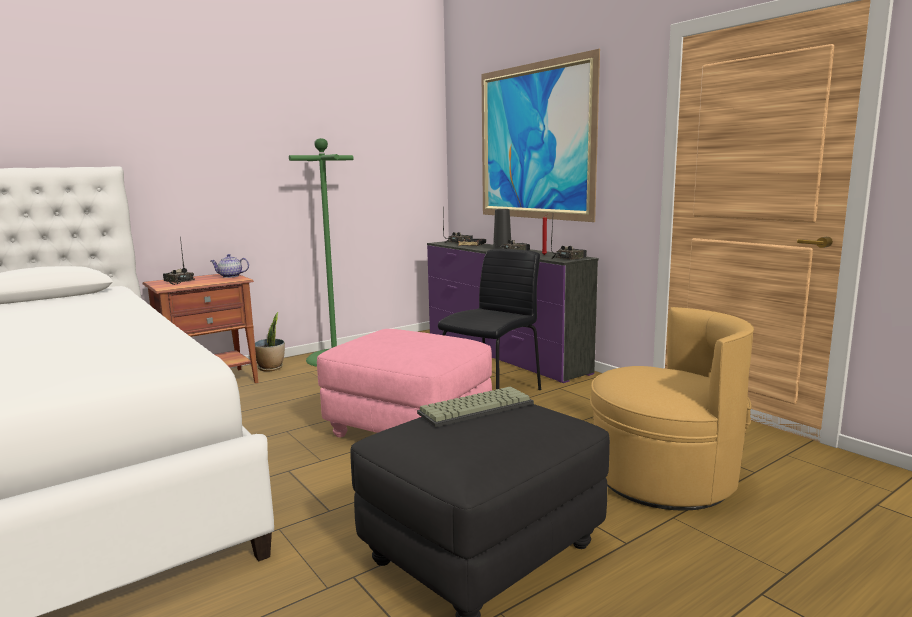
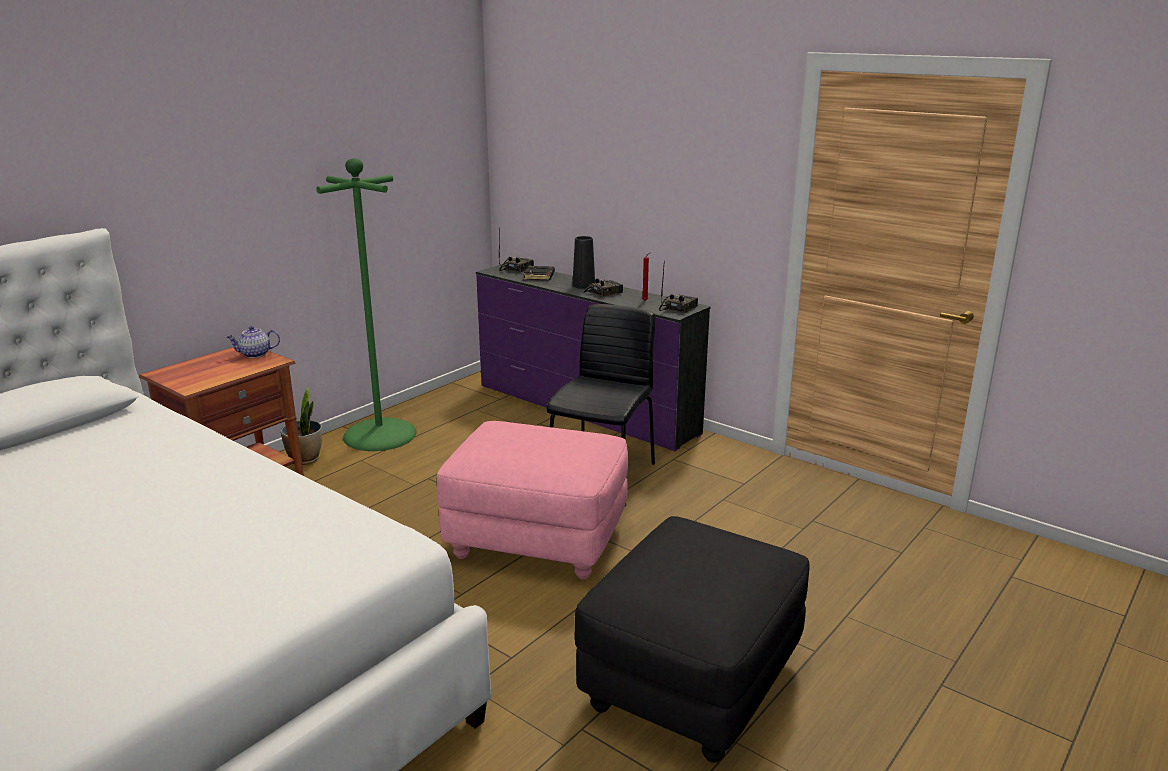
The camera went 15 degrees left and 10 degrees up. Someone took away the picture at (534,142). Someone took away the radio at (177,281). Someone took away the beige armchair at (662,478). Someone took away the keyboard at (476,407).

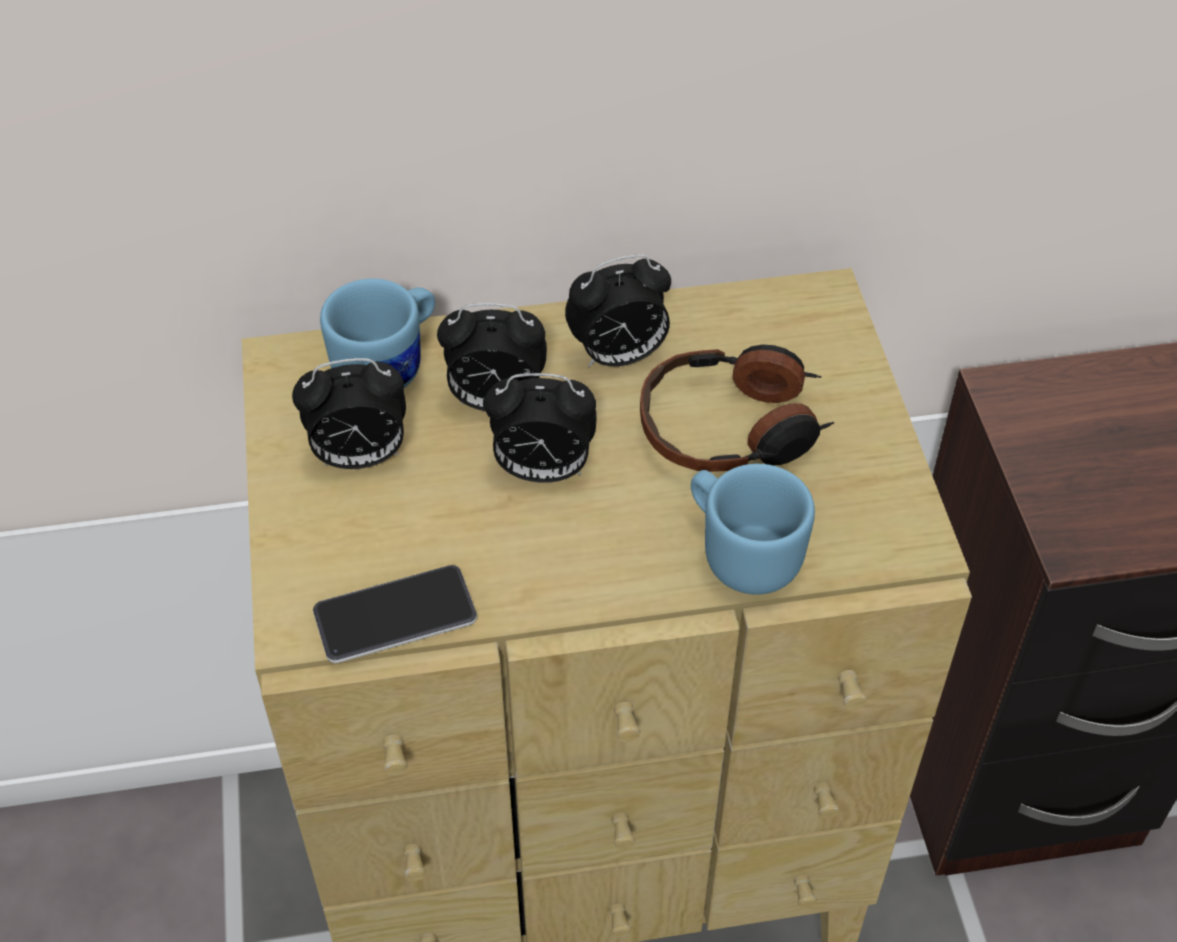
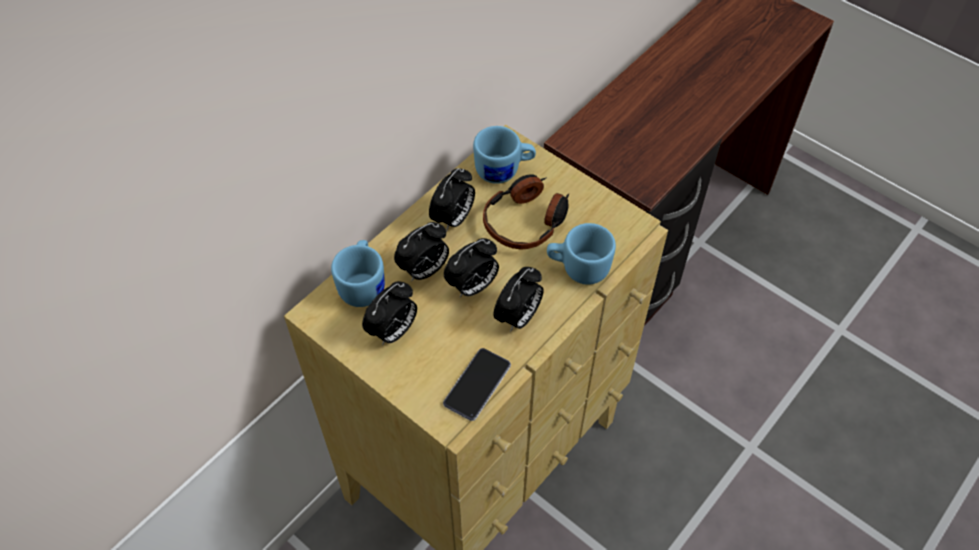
The camera went 40 degrees left and 5 degrees up. Someone put down the blue mug at (504,171). Someone put down the alarm clock at (518,317).

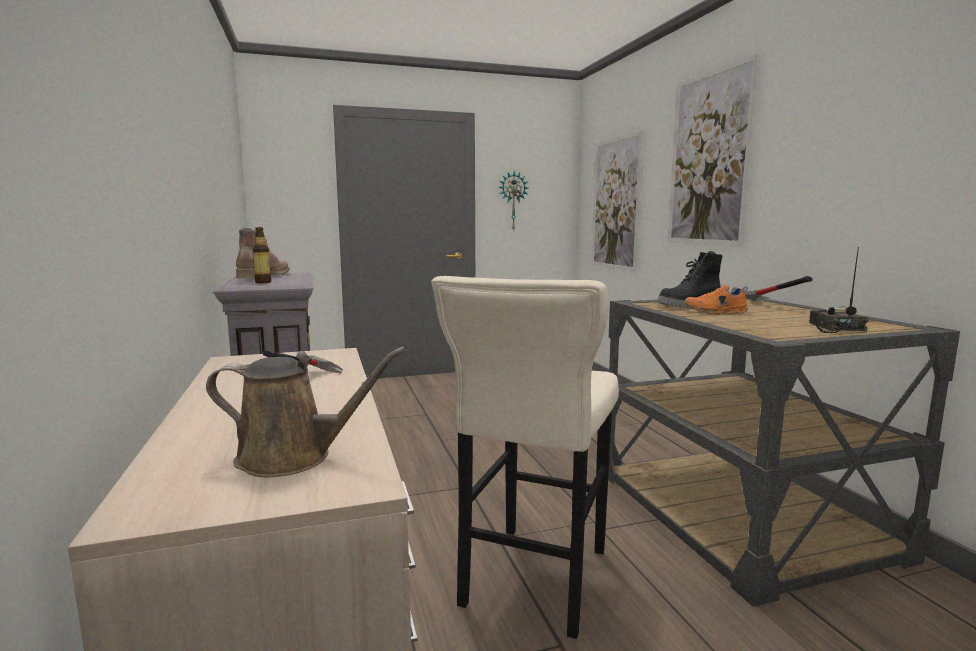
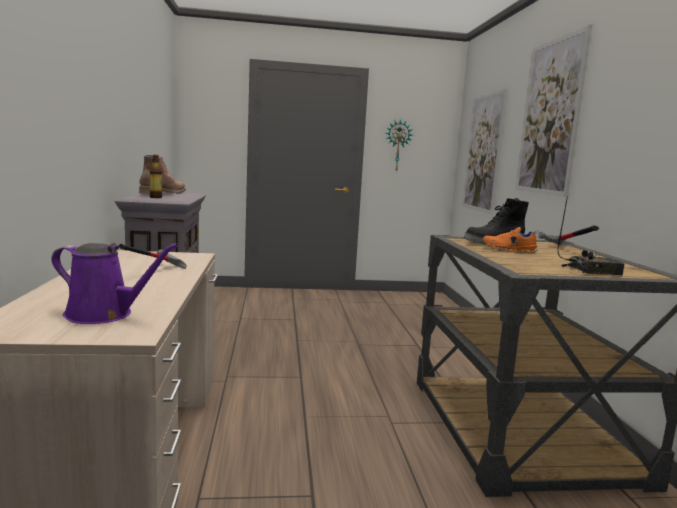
The camera went 10 degrees right and 0 degrees up. Someone rotated the radio at (833,328) by 75 degrees clockwise. Someone took away the beige stool at (533,582). Someone repainted the brown watering can at (293,457), which became the purple watering can at (104,315).

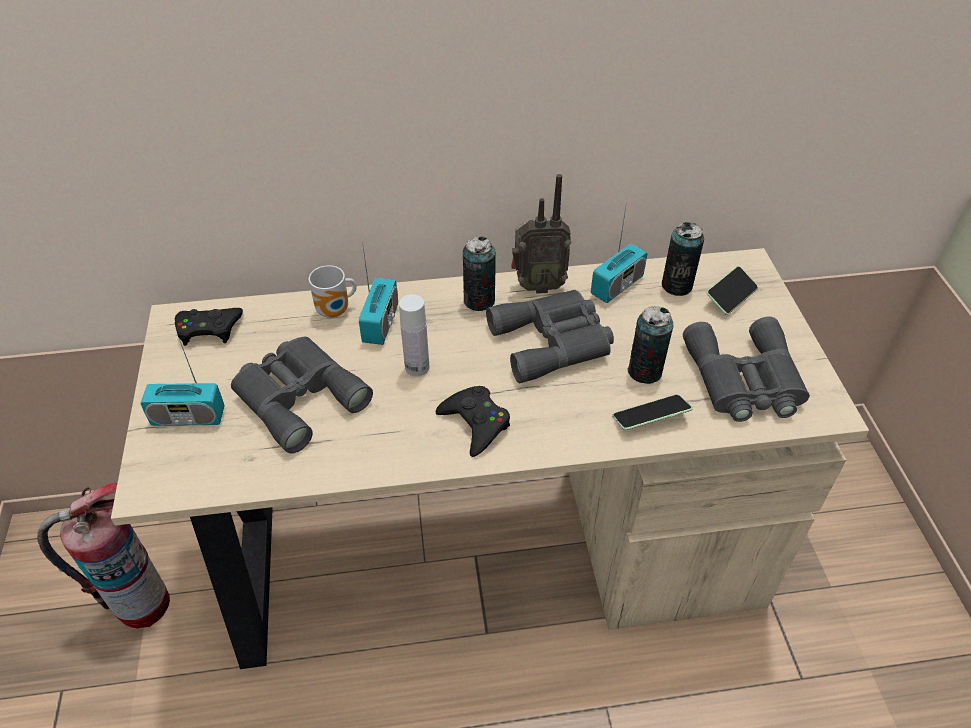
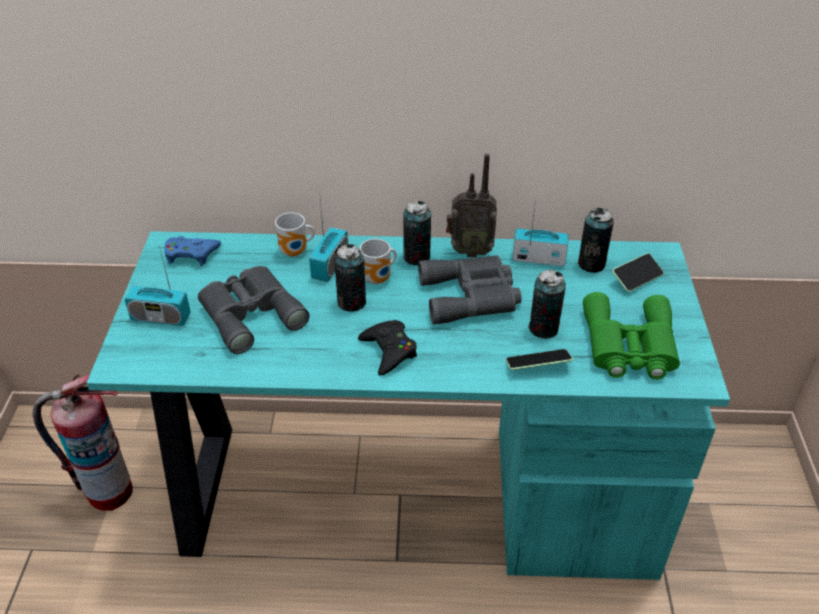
The camera went 10 degrees right and 5 degrees down. Someone rotated the radio at (617,286) by 135 degrees counterclockwise. Someone repainted the beige desk at (485,552), which became the turquoise desk at (409,493). Someone swapped the white bottle at (417,367) for the can at (351,302). Someone repainted the black game controller at (208,329), which became the blue game controller at (191,254). Someone repainted the grey binoculars at (744,380), which became the green binoculars at (629,346). Someone put down the mug at (379,279).

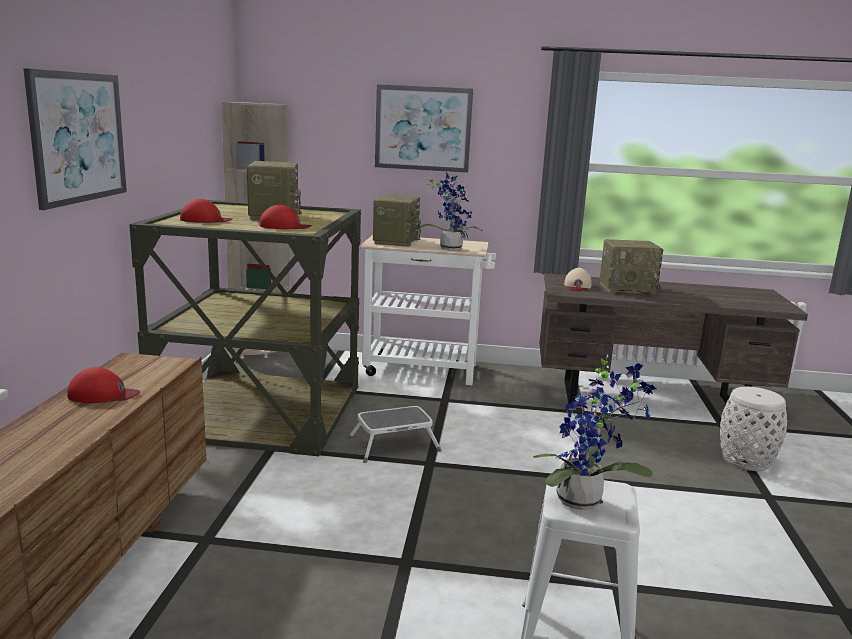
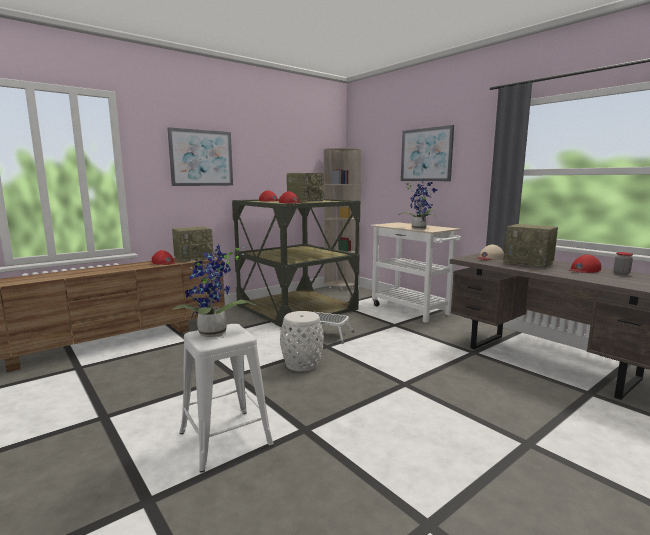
The camera went 45 degrees right and 5 degrees down. Someone carried the radio from (395,241) to (194,258). Someone carried the white stool from (745,460) to (302,364). Someone put down the jar at (621,273). Someone put down the red cap at (583,270).

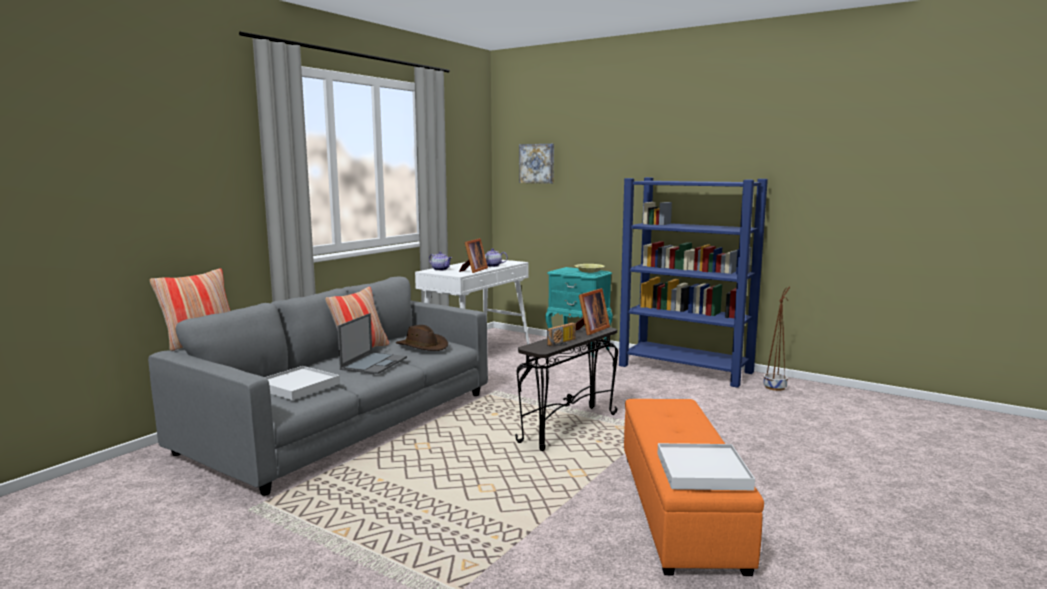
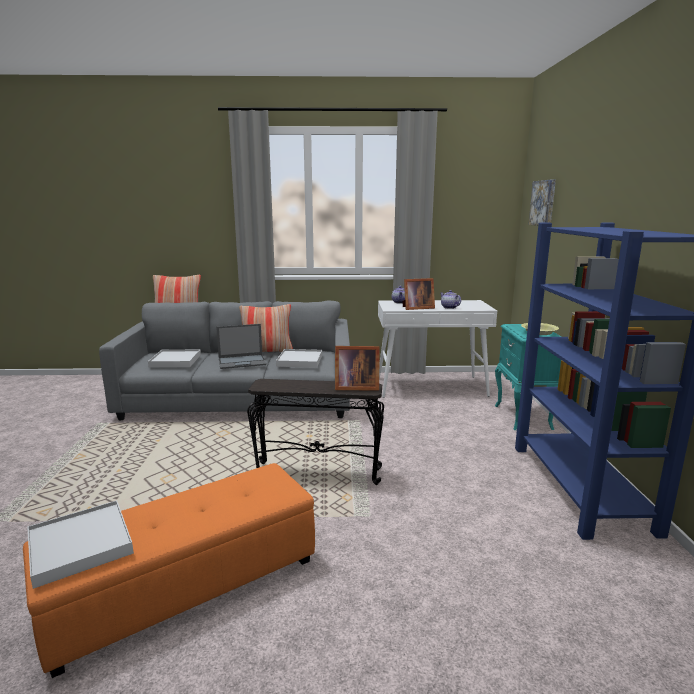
The camera went 55 degrees right and 5 degrees up. Someone took away the brown planter at (775,387). Someone took away the radio at (563,343). Someone swapped the brown hat at (422,346) for the white tray at (300,360).

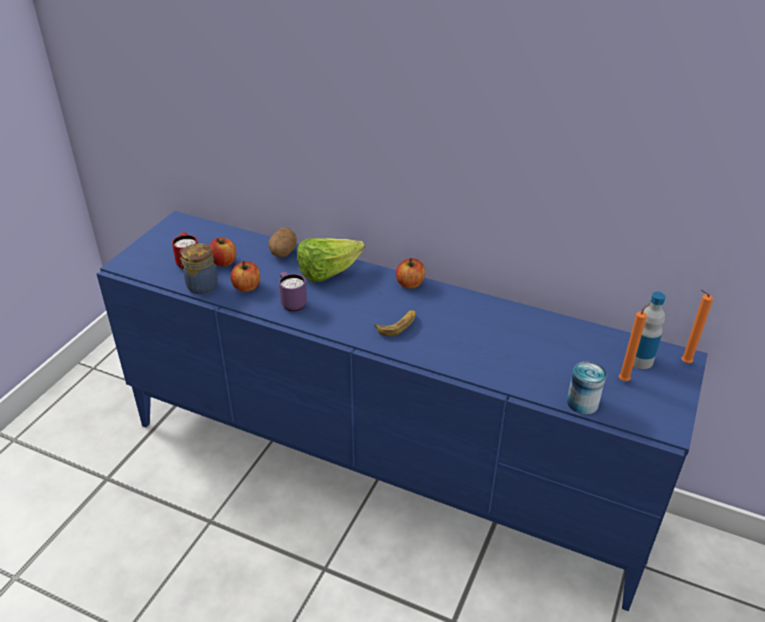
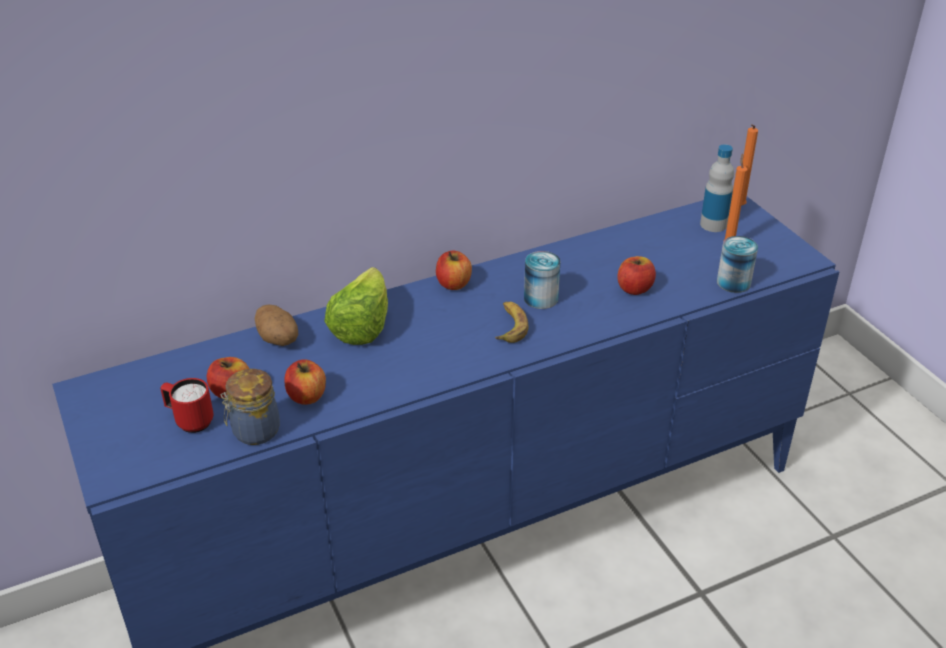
The camera went 50 degrees left and 0 degrees up. Someone took away the purple mug at (292,303). Someone put down the can at (541,298). Someone put down the apple at (634,289).

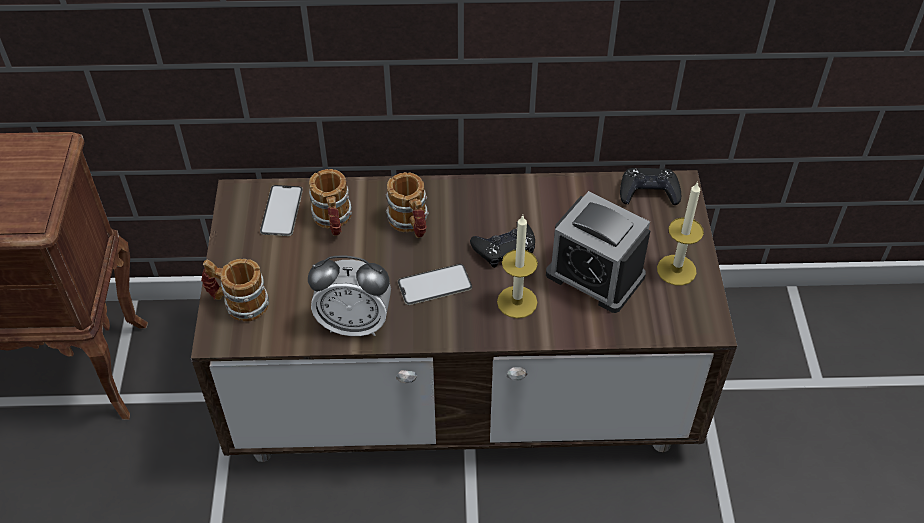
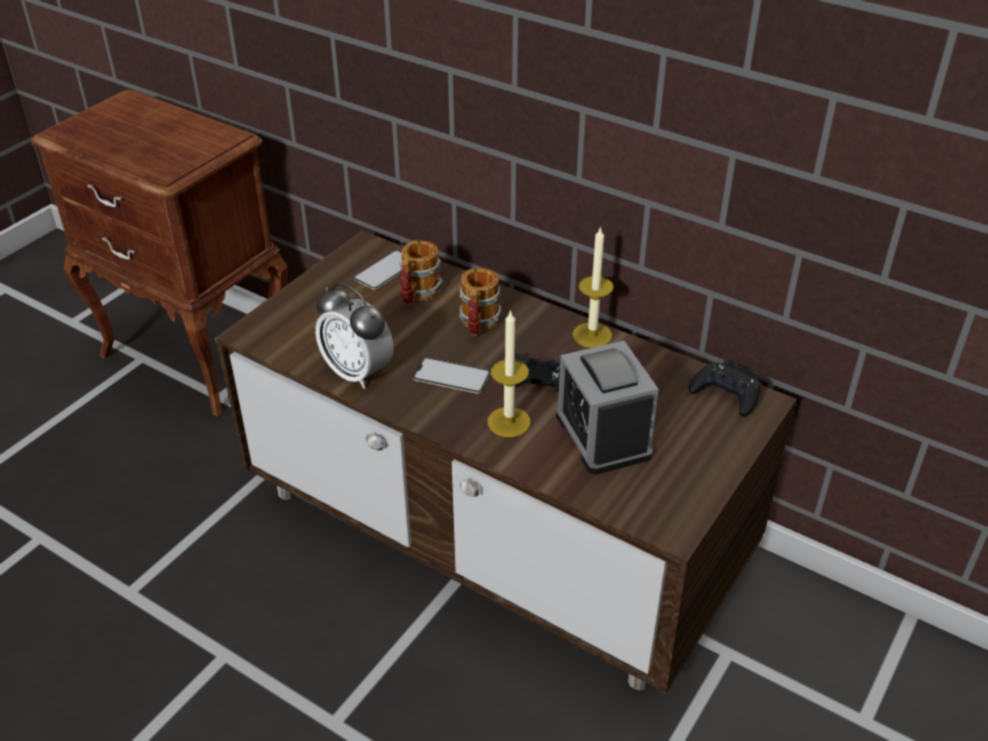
The camera went 35 degrees right and 10 degrees down. Someone carried the candle from (676,270) to (592,335). Someone took away the mug at (238,303).

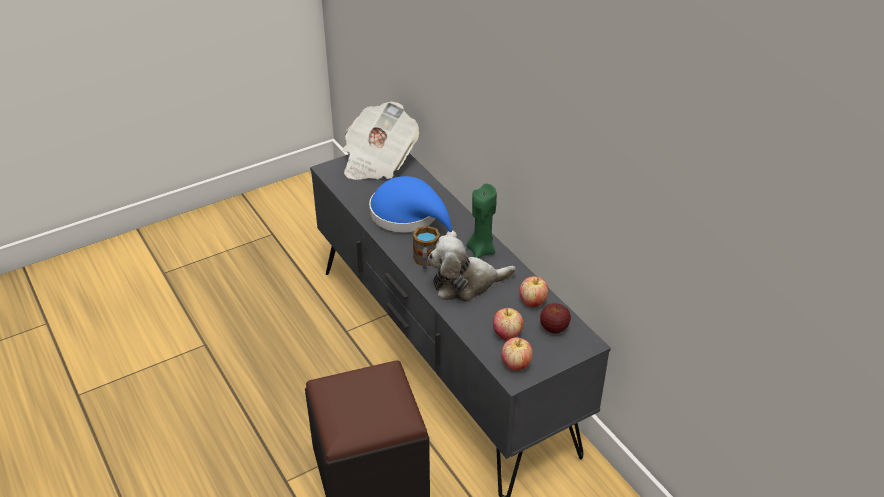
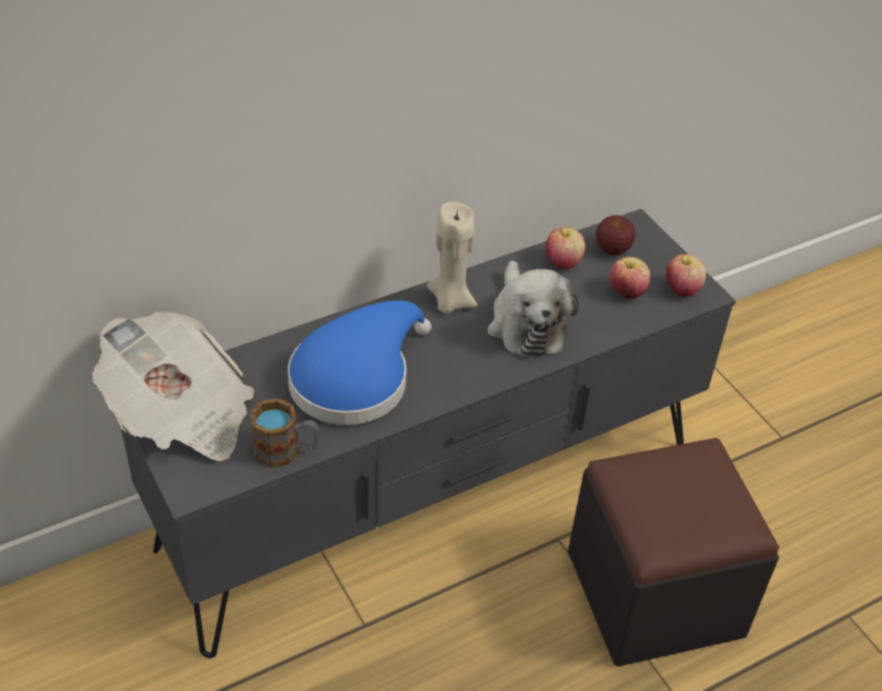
The camera went 90 degrees left and 5 degrees up. Someone repainted the green candle at (481,250), which became the beige candle at (450,302). Someone carried the mug from (426,261) to (286,450).

